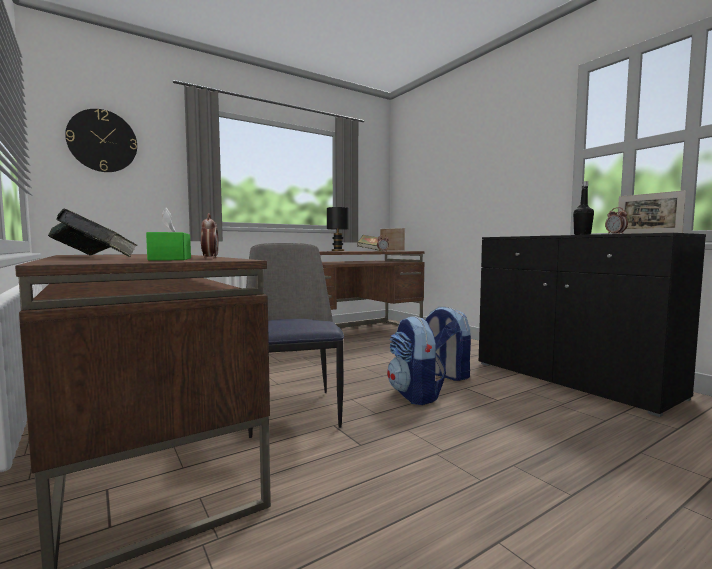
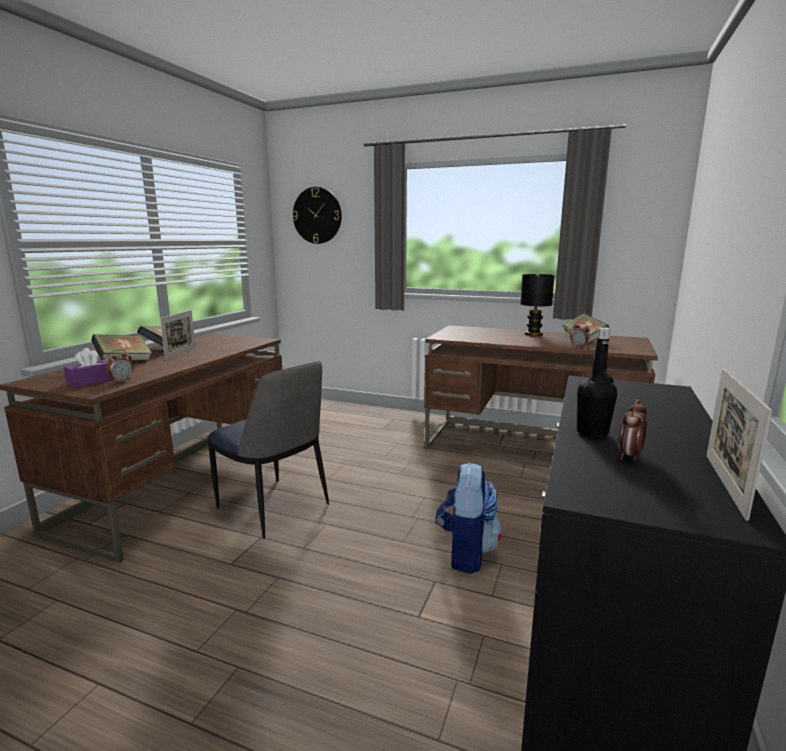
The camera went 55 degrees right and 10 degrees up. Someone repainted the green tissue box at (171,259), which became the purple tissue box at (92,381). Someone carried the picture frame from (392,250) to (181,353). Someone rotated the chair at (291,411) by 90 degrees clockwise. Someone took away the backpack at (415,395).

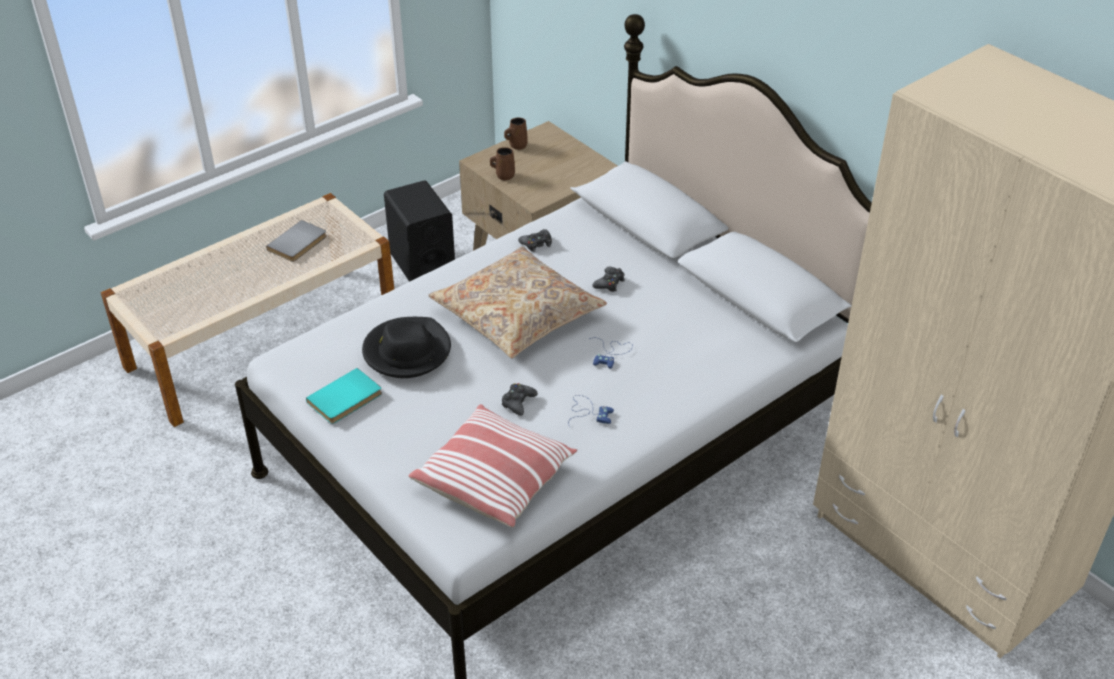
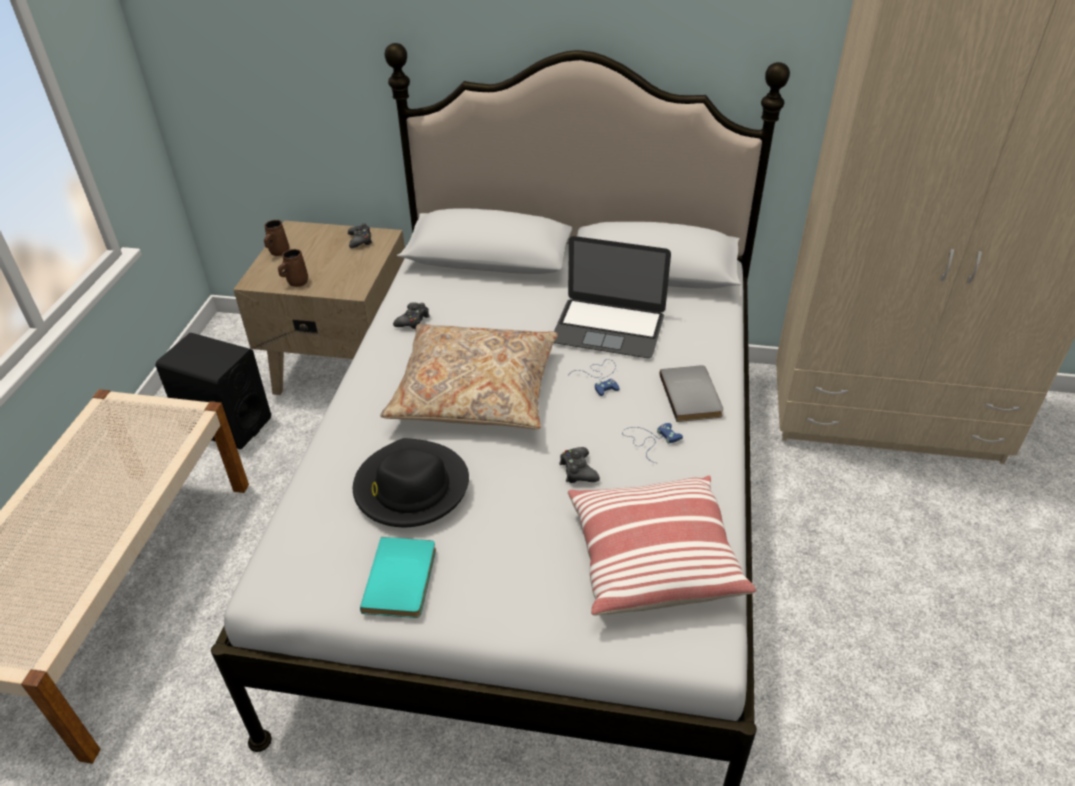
The camera went 40 degrees left and 0 degrees up. Someone carried the grey book from (299,243) to (693,395). Someone carried the black game controller from (609,283) to (360,240). Someone put down the laptop at (608,328).

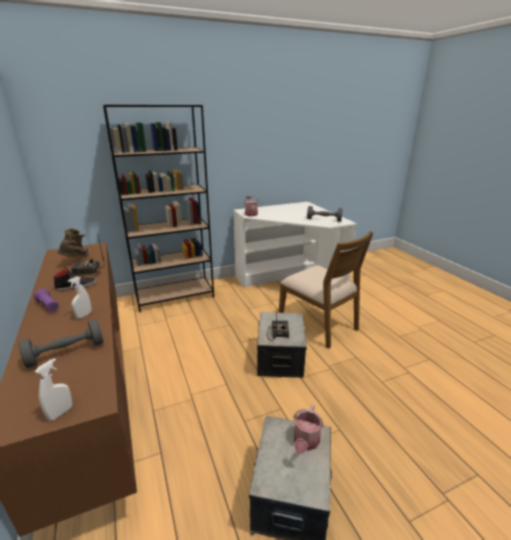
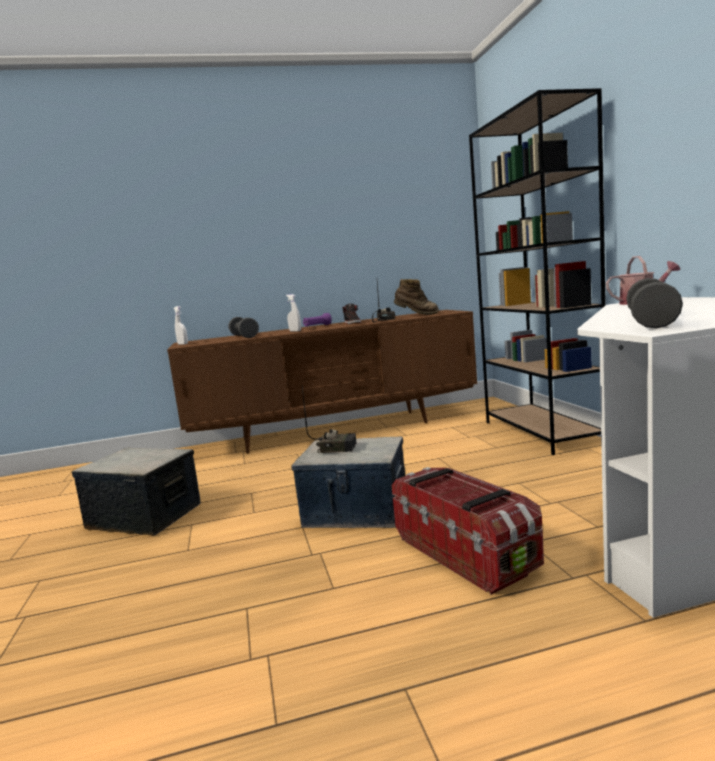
The camera went 100 degrees right and 15 degrees down. Someone swapped the brown chair at (319,324) for the storage box at (466,553). Someone took away the watering can at (305,442).

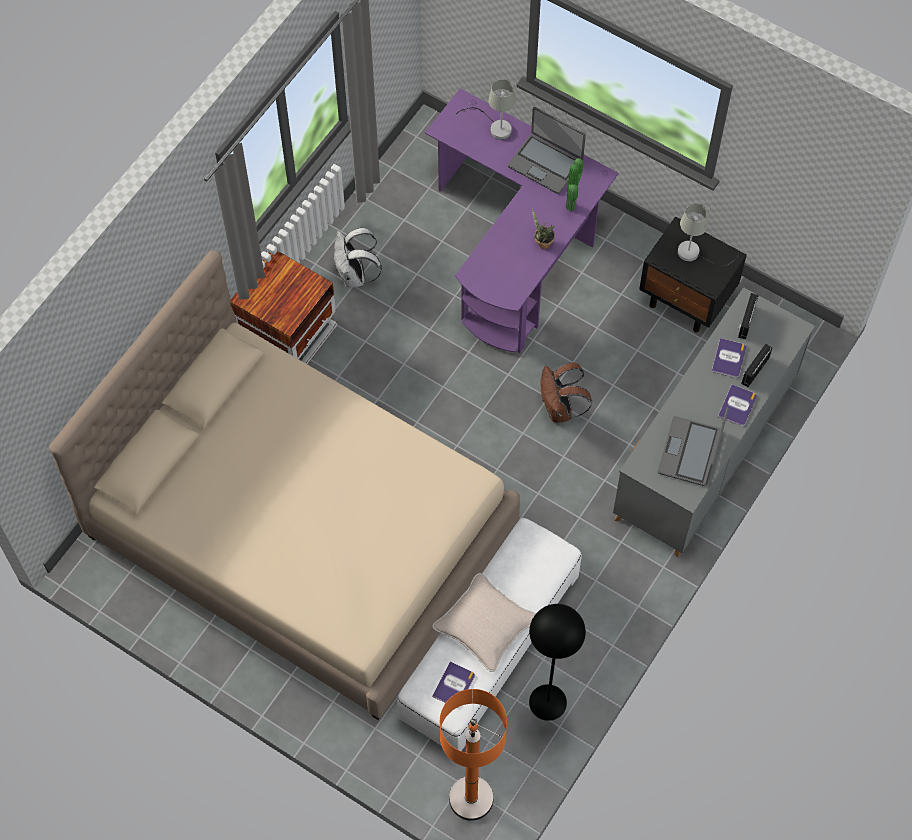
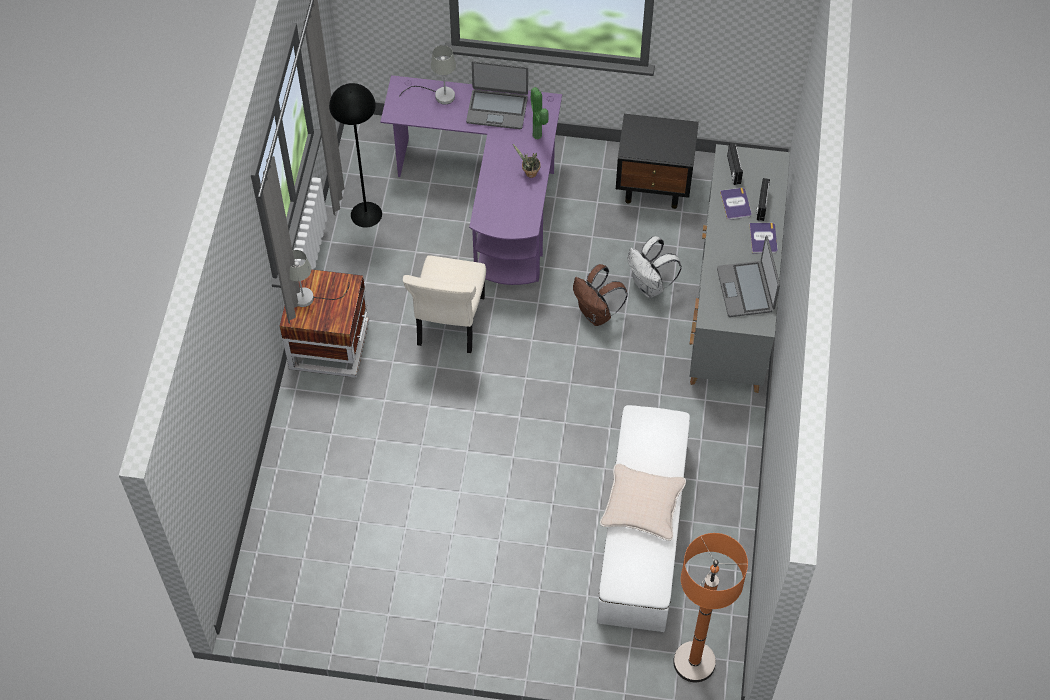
The camera went 25 degrees left and 5 degrees down. Someone carried the grey table lamp from (695,254) to (310,297). Someone carried the white backpack from (355,275) to (650,286). Someone took away the beige bed at (301,529). Someone carried the black floor lamp from (548,702) to (366,214). Someone took away the book at (454,685). Someone put down the beige chair at (449,323).

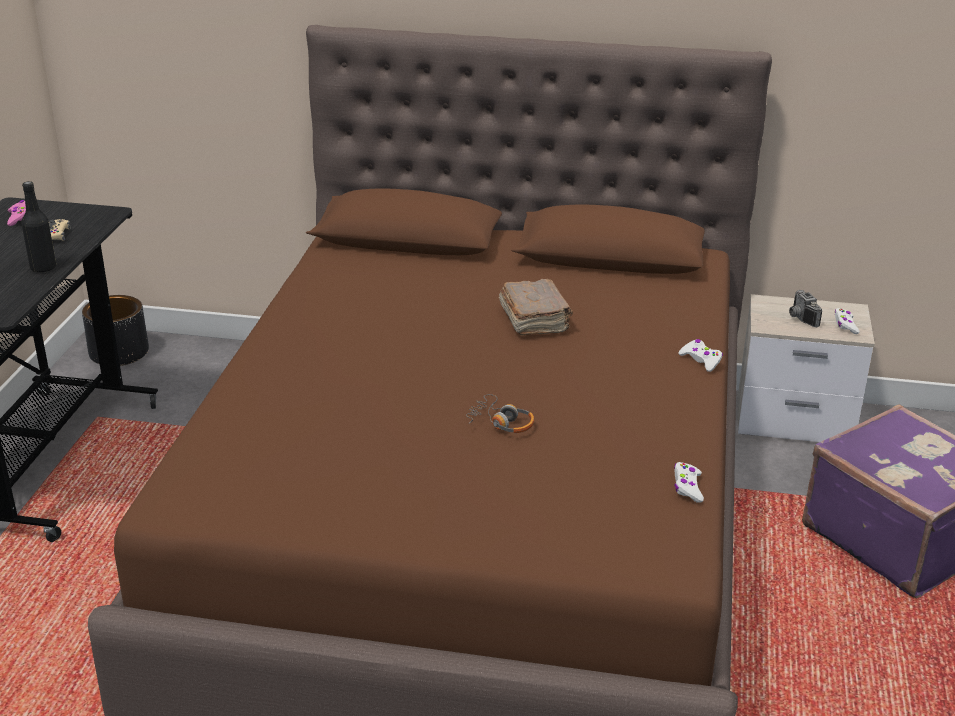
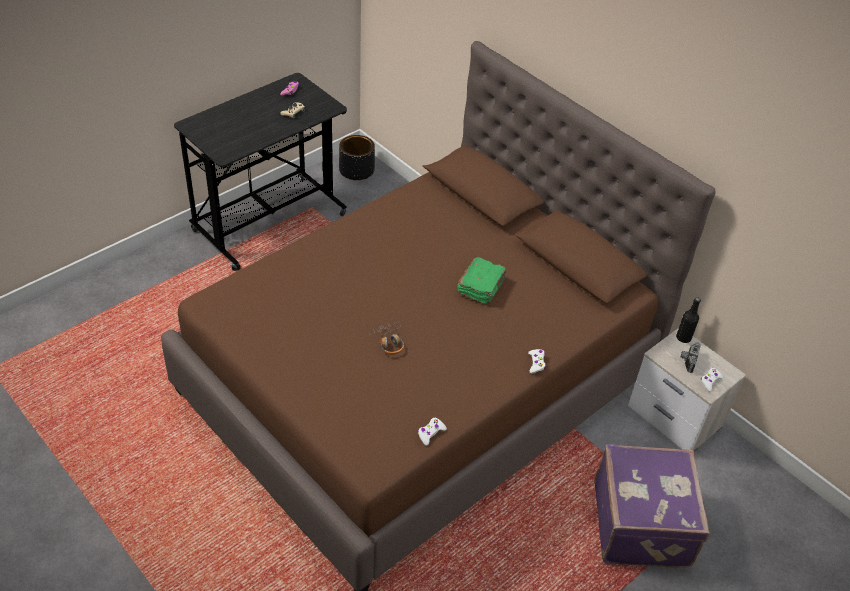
The camera went 35 degrees right and 15 degrees up. Someone carried the black bottle from (43,268) to (683,338). Someone repainted the brown book at (534,320), which became the green book at (481,287).

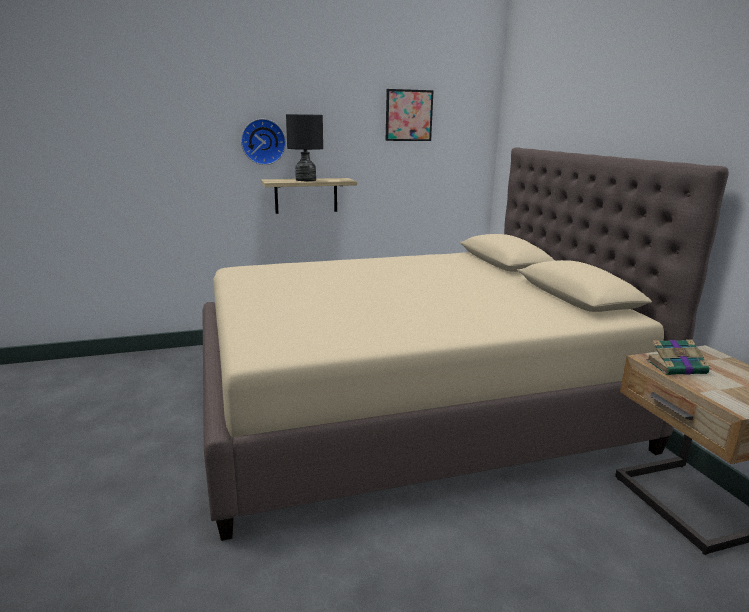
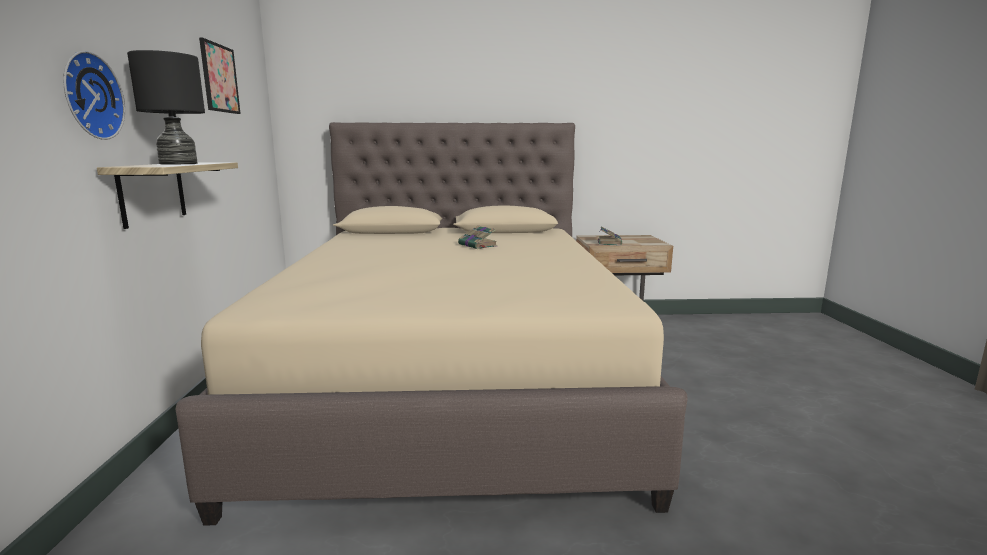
The camera went 75 degrees left and 5 degrees down. Someone put down the book at (478,245).

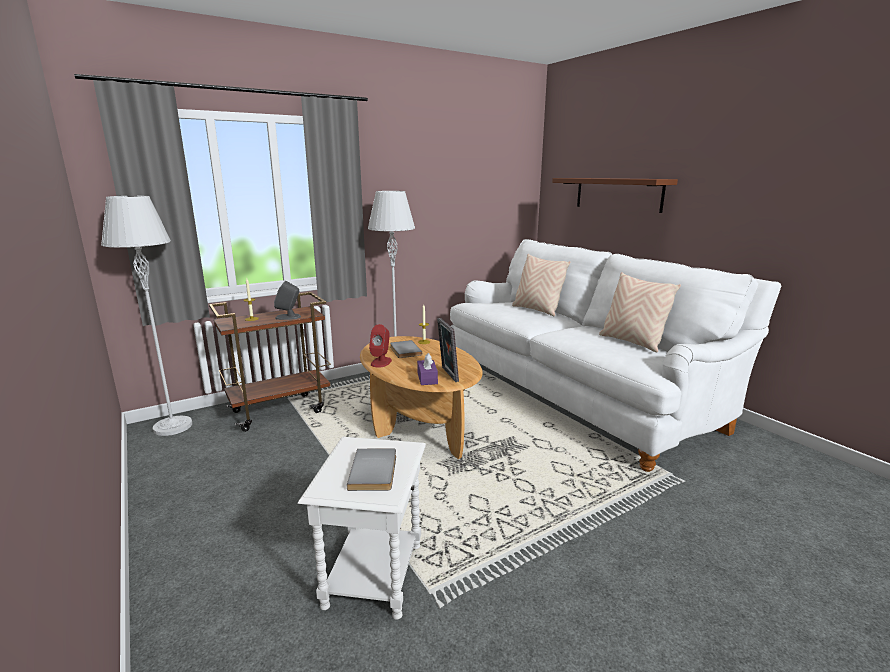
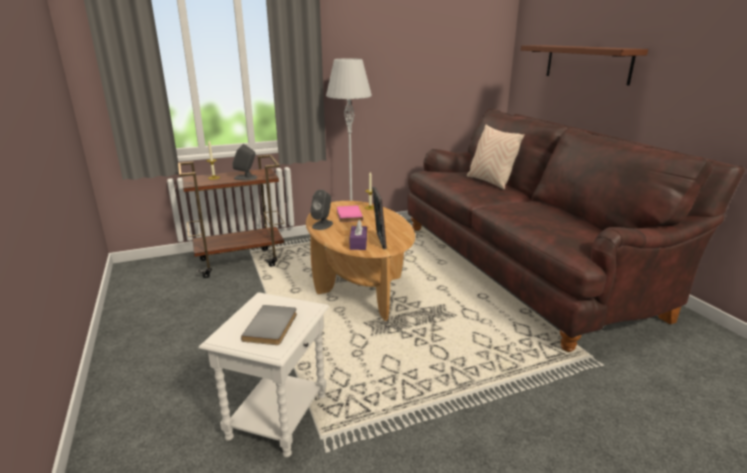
The camera went 10 degrees right and 5 degrees up. Someone took away the grey floor lamp at (173,426). Someone repainted the white sofa at (580,391), which became the brown sofa at (526,265). Someone took away the beige pillow at (632,342). Someone repainted the red speaker at (381,362), which became the grey speaker at (322,225). Someone repainted the grey book at (404,351), which became the pink book at (348,215).

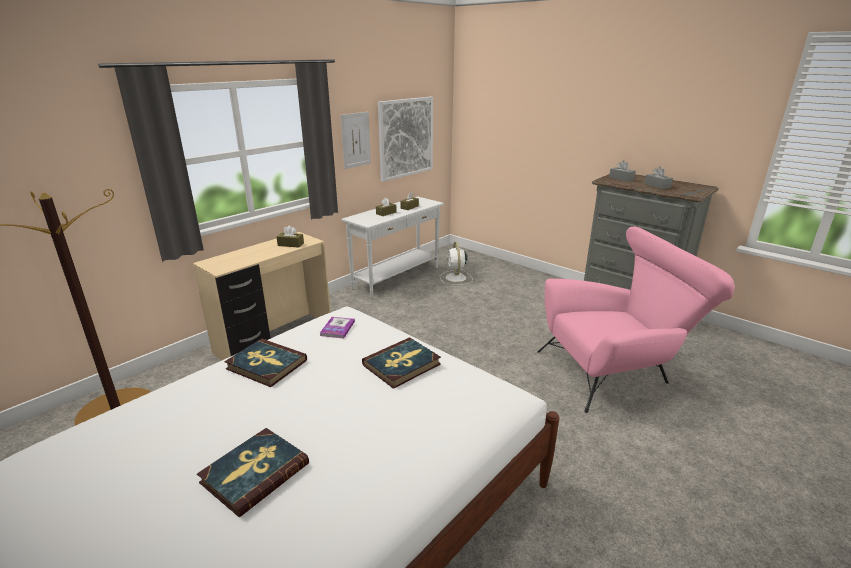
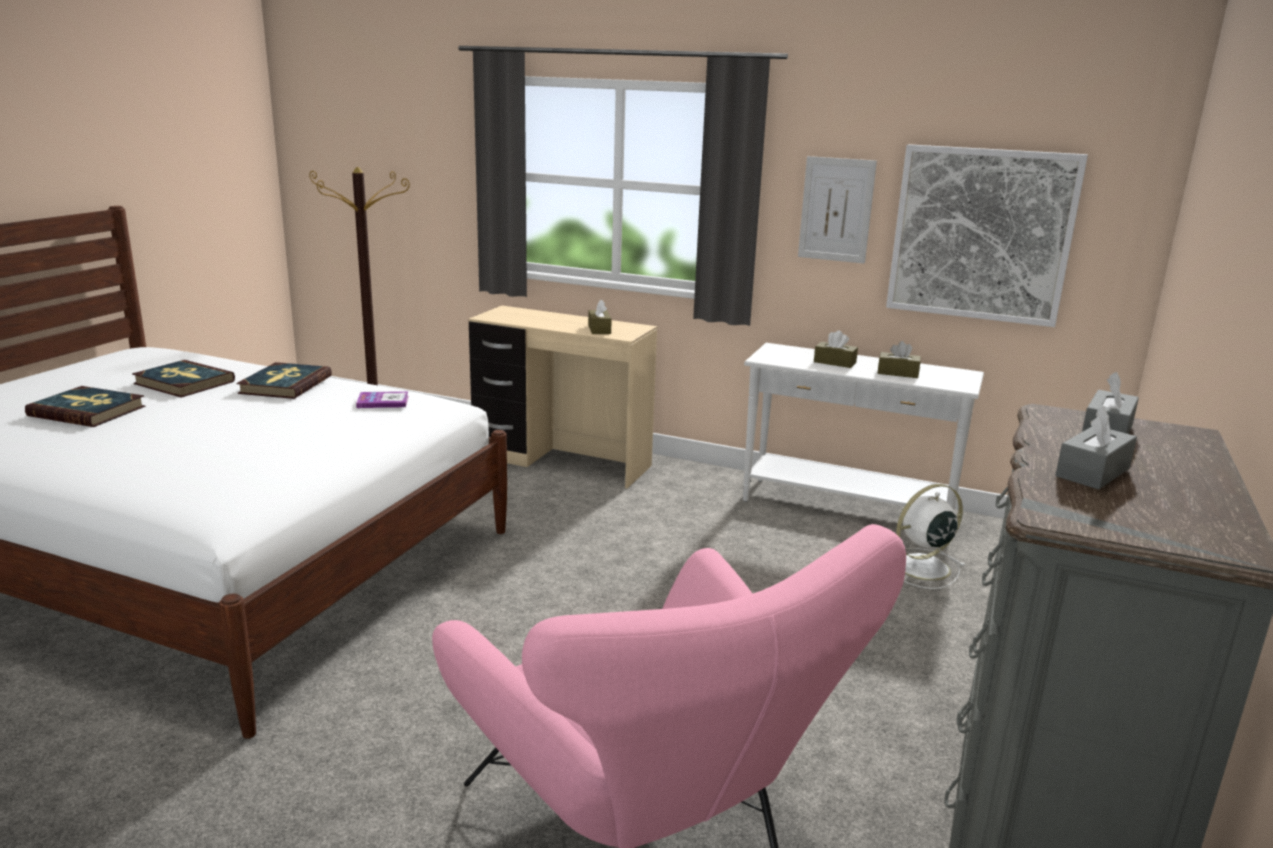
The camera went 70 degrees right and 5 degrees down. Someone carried the book from (402,365) to (184,383).

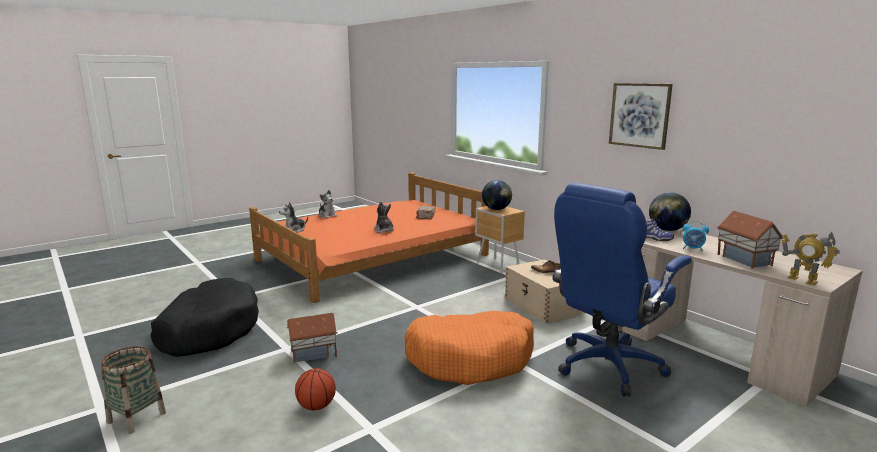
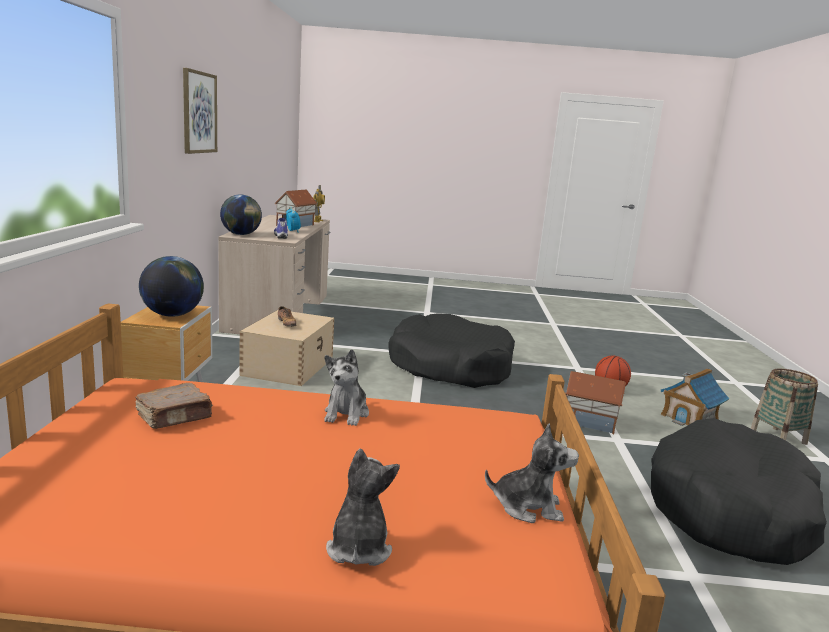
The camera went 140 degrees left and 0 degrees up. Someone took away the blue office chair at (607,367). Someone repainted the orange dog bed at (471,359), which became the black dog bed at (450,366). Someone put down the toy house at (689,417).

